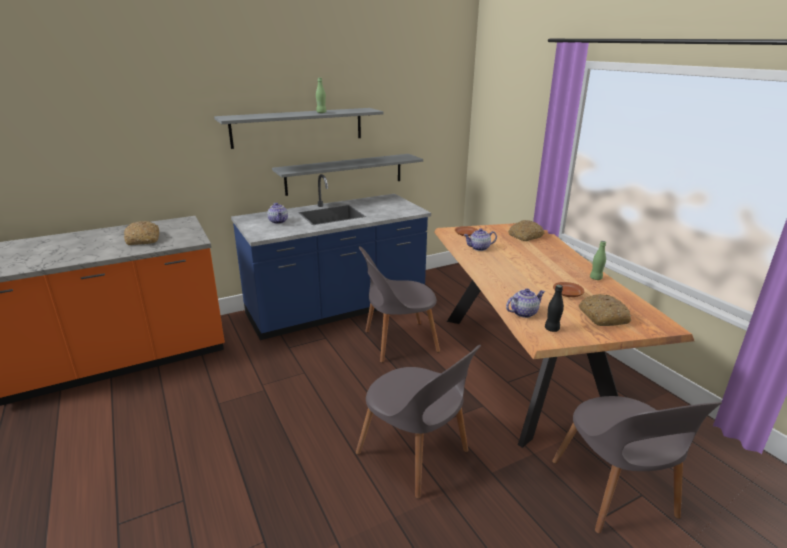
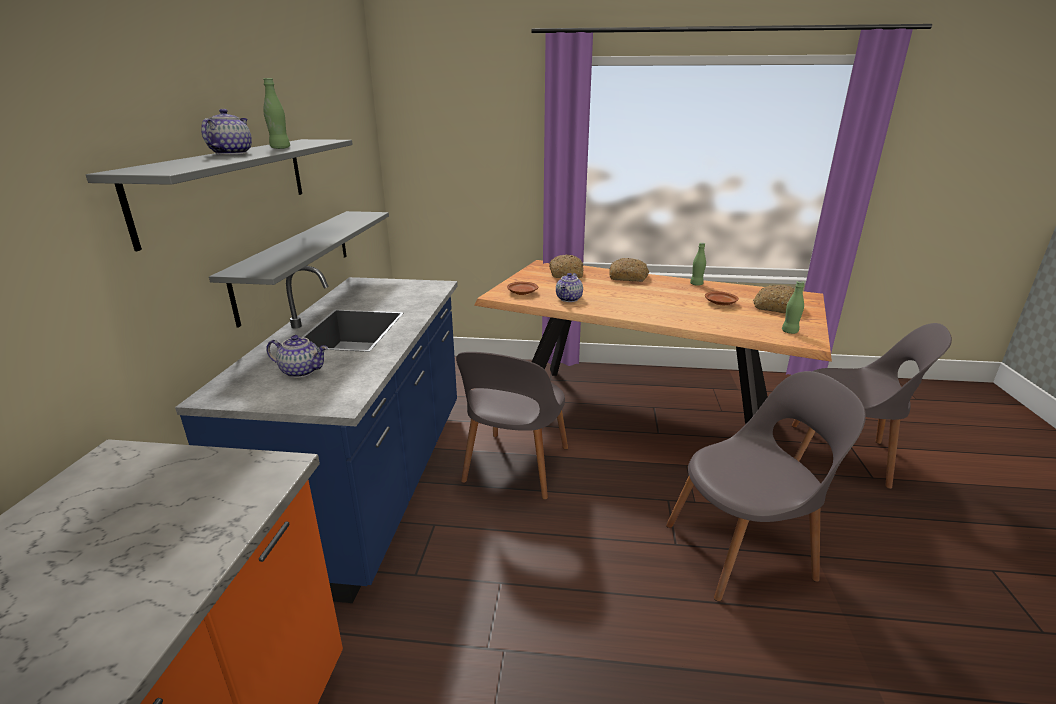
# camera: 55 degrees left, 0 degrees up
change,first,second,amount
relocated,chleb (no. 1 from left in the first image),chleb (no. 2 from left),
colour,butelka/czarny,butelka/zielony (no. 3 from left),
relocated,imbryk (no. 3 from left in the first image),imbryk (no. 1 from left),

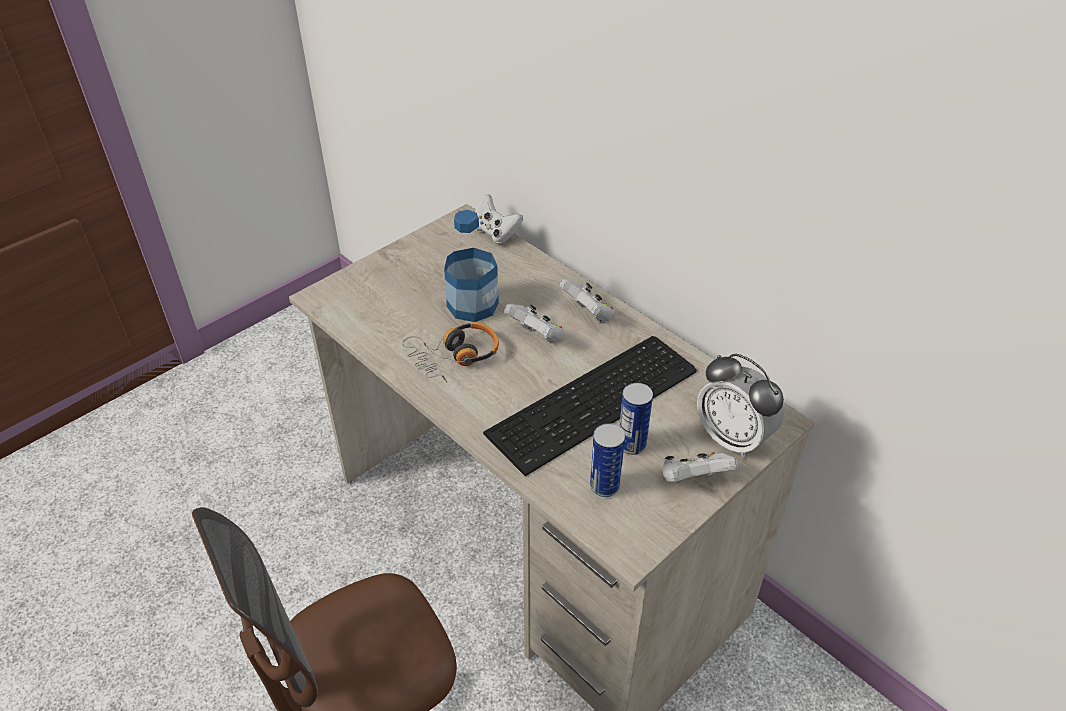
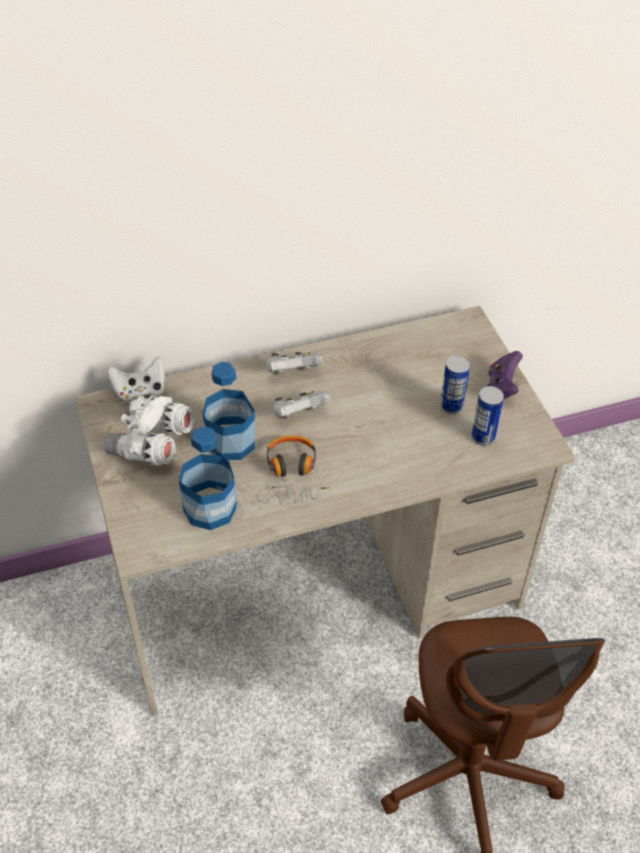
# camera: 65 degrees left, 5 degrees up
change,first,second,amount
missing,klawiatura,,
missing,budzik,,
colour,pad do gier/biały (no. 4 from left),pad do gier/fioletowy,
appeared,,lornetka/biały,
appeared,,butelka (no. 1 from left),

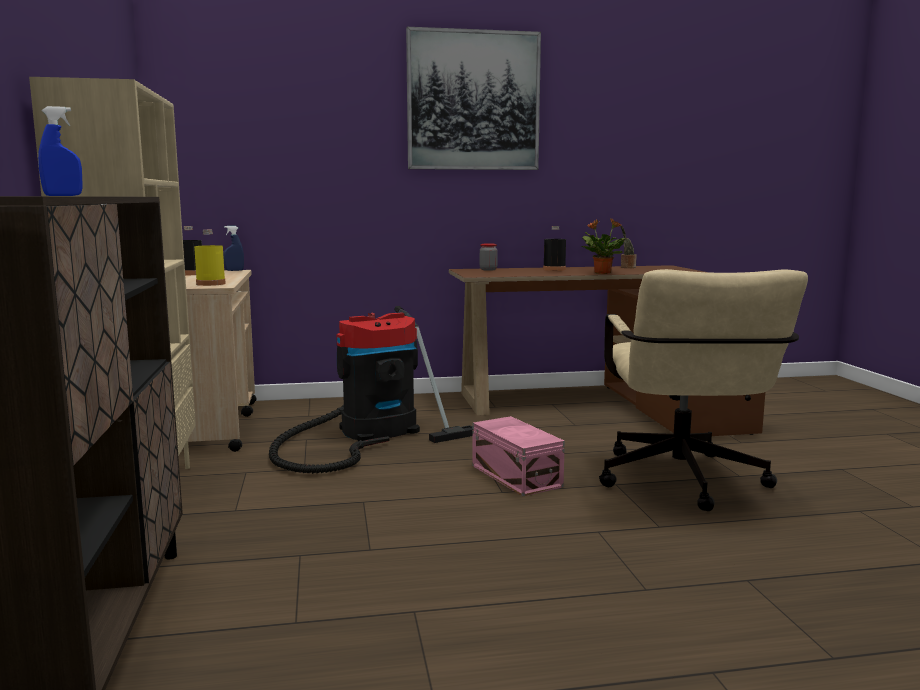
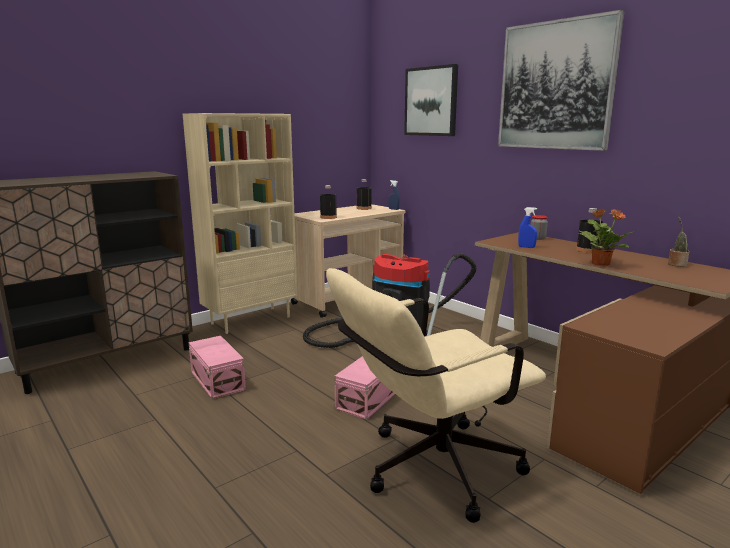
# camera: 60 degrees right, 5 degrees up
change,first,second,amount
relocated,spryskiwacz/niebieski (no. 1 from left in the first image),spryskiwacz/niebieski (no. 2 from left),
colour,butelka/żółty,butelka/czarny (no. 1 from left),
appeared,,obraz (no. 1 from left),
appeared,,pojemnik do przechowywania/różowy (no. 1 from left),

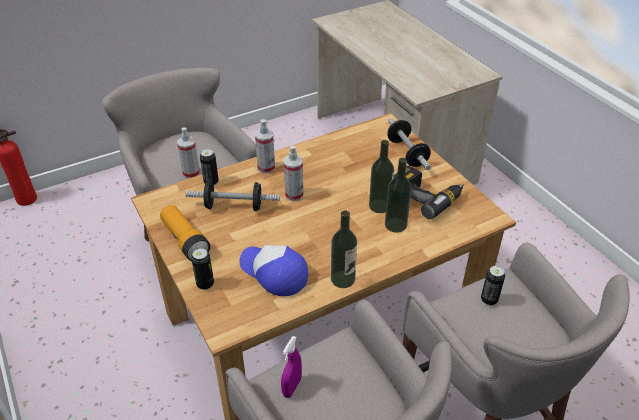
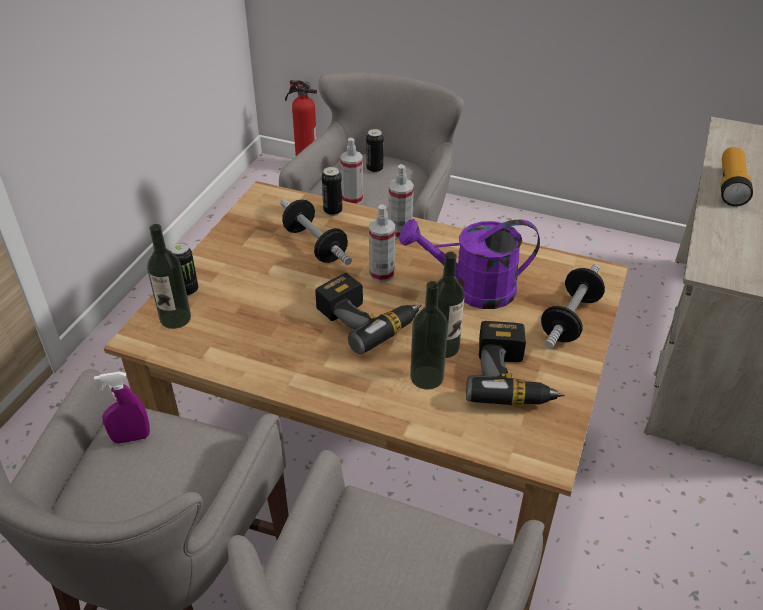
# camera: 50 degrees right, 0 degrees up
change,first,second,amount
relocated,latarka,,
relocated,butelka (no. 1 from left),,
missing,czapka z daszkiem,,
relocated,puszka (no. 3 from left),,
appeared,,konewka/fioletowy,
appeared,,wiertarka (no. 1 from left),

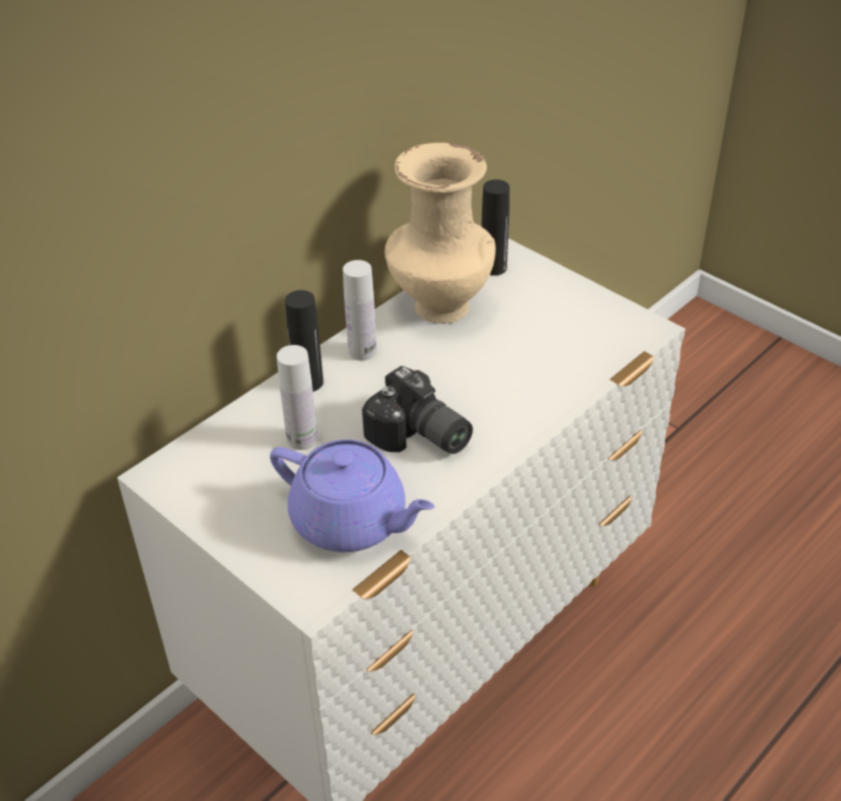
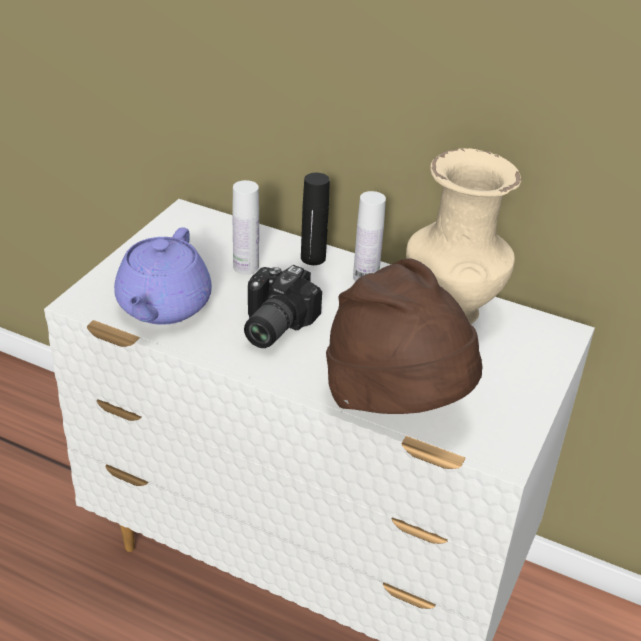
# camera: 70 degrees right, 5 degrees down
change,first,second,amount
missing,butelka/czarny (no. 2 from left),,
appeared,,kapelusz/brązowy,

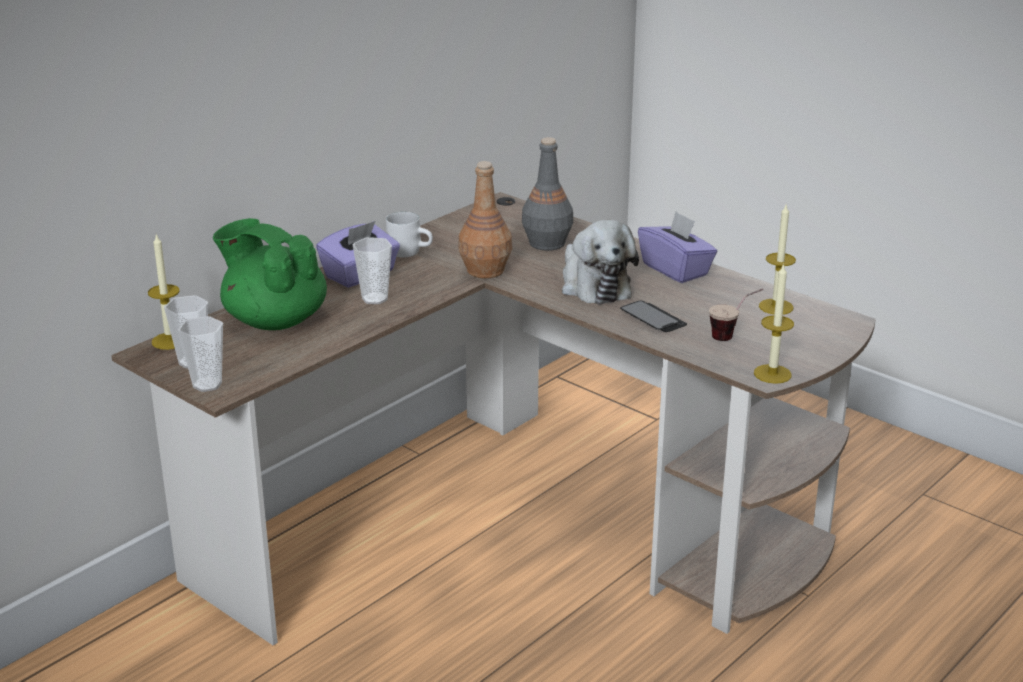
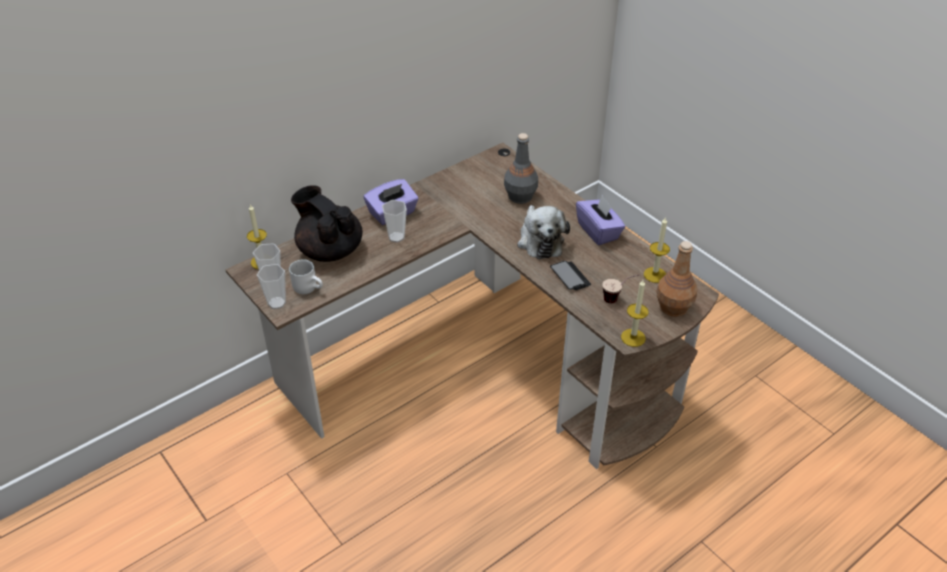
# camera: 10 degrees right, 15 degrees up
change,first,second,amount
relocated,butelka/brązowy,,
relocated,kubek/biały,,
colour,imbryk/zielony,imbryk/czarny,

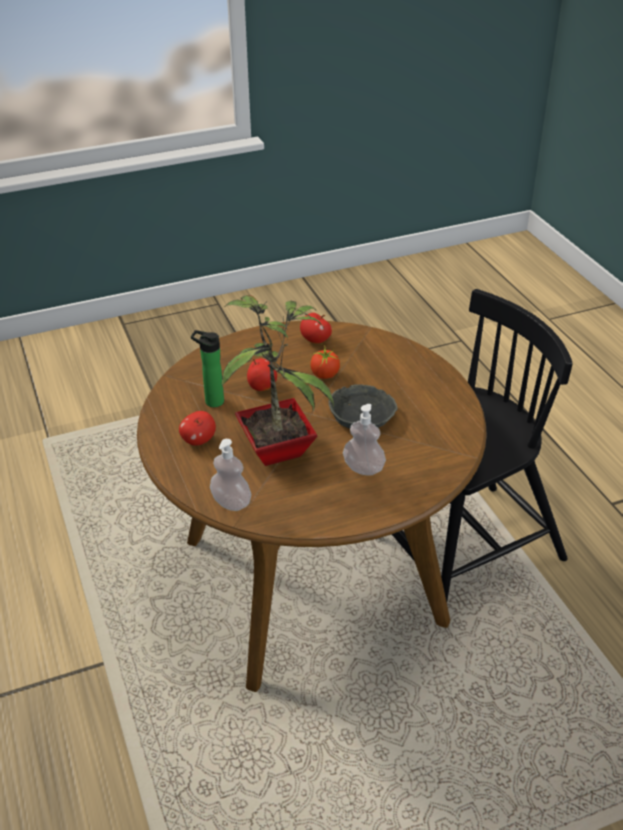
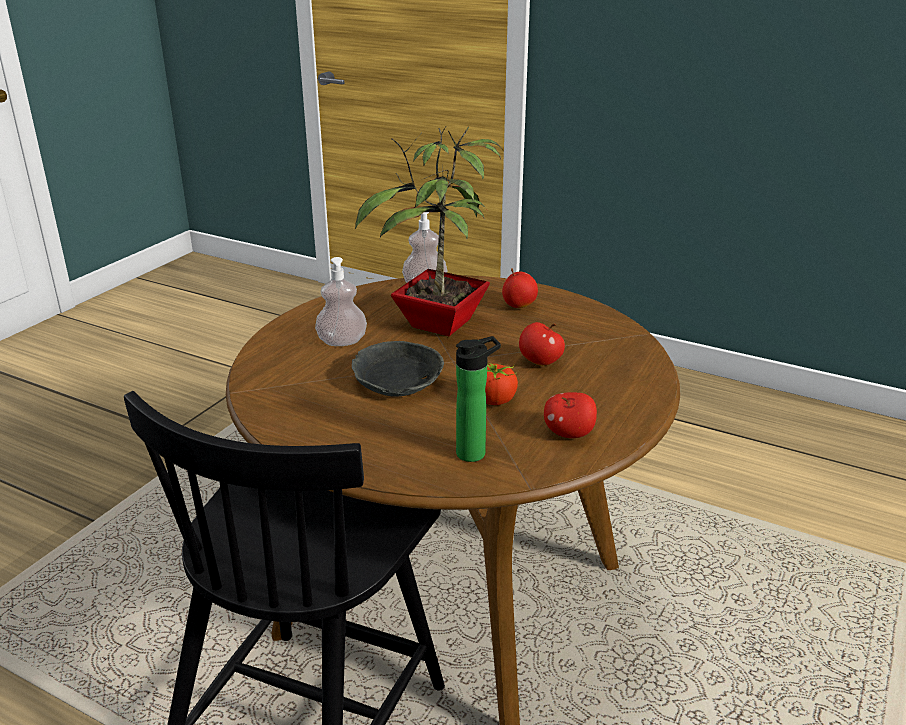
# camera: 140 degrees right, 10 degrees down
change,first,second,amount
relocated,butelka,,

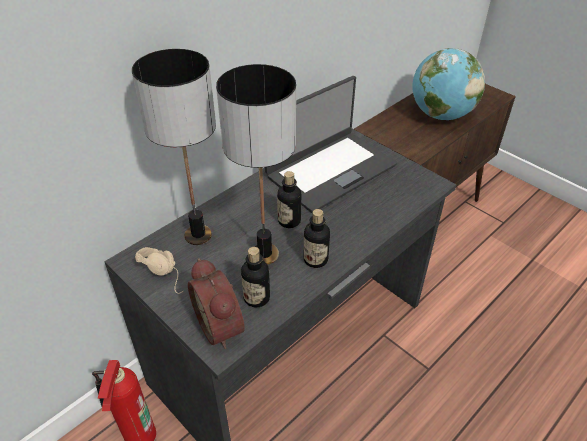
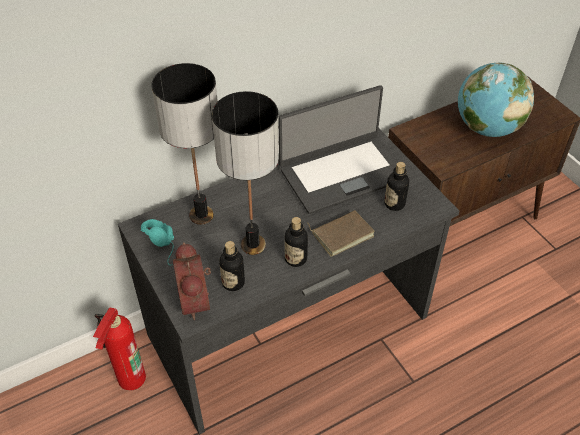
# camera: 15 degrees right, 5 degrees up
change,first,second,amount
relocated,butelka (no. 2 from left in the first image),butelka (no. 3 from left),
colour,słuchawki/beżowy,słuchawki/turkusowy,
appeared,,książka/brązowy,

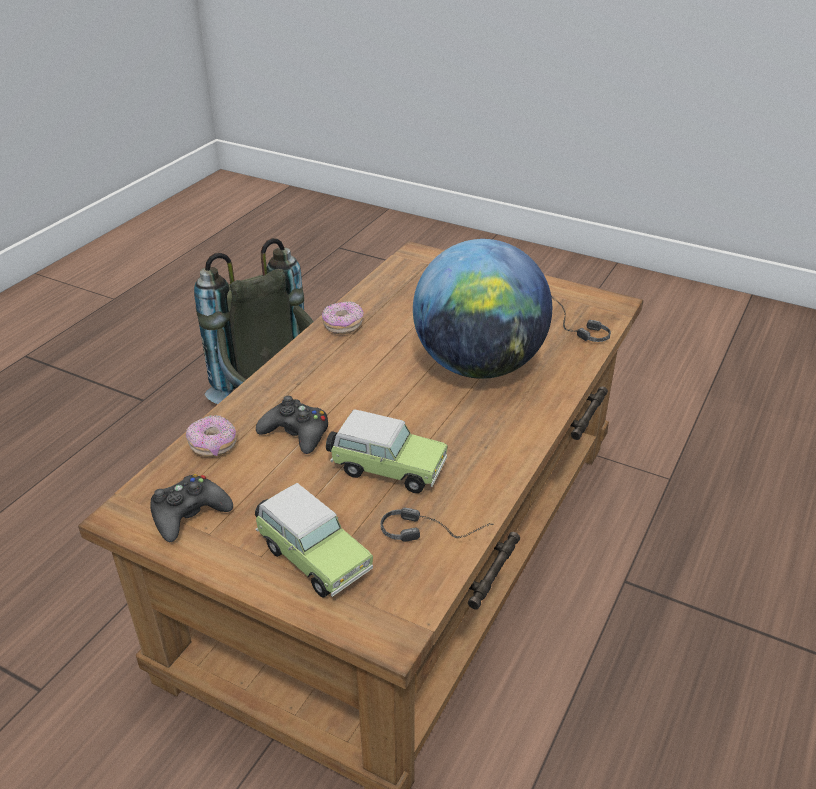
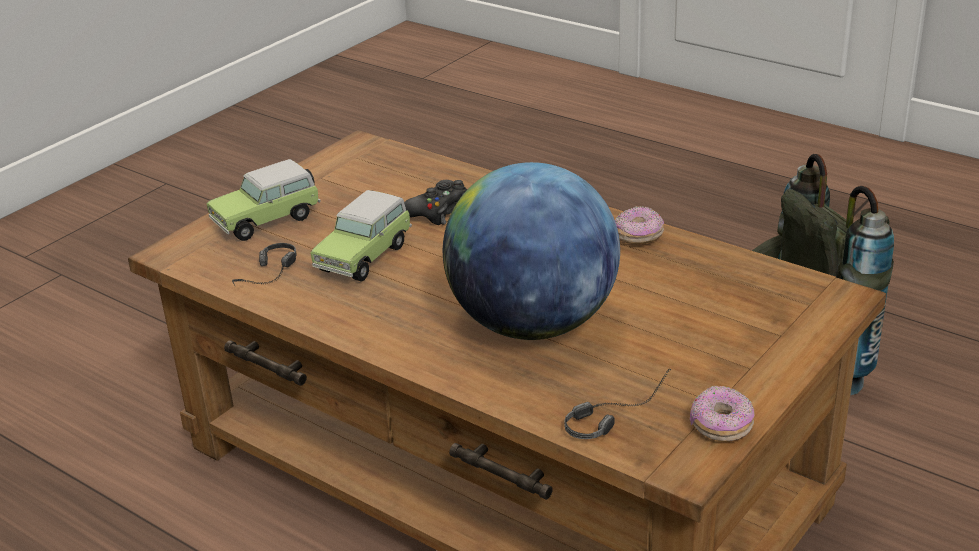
# camera: 100 degrees right, 5 degrees down
change,first,second,amount
relocated,donut (no. 1 from left in the first image),donut (no. 2 from left),
missing,pad do gier/czarny (no. 1 from left),,

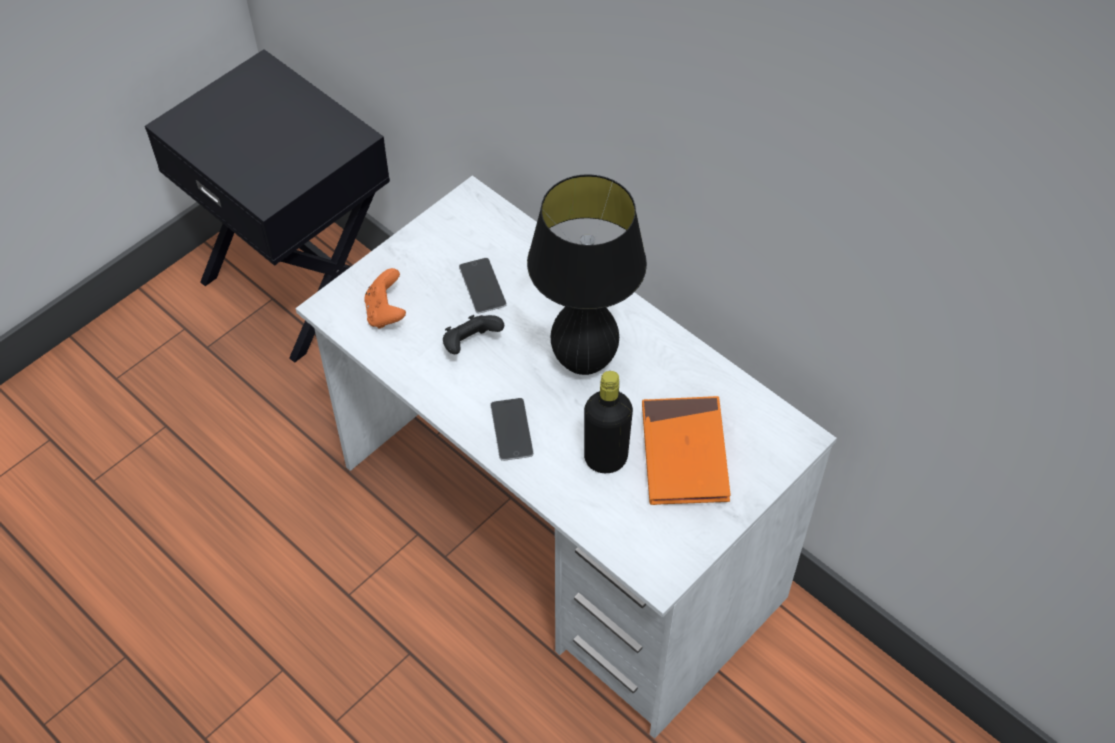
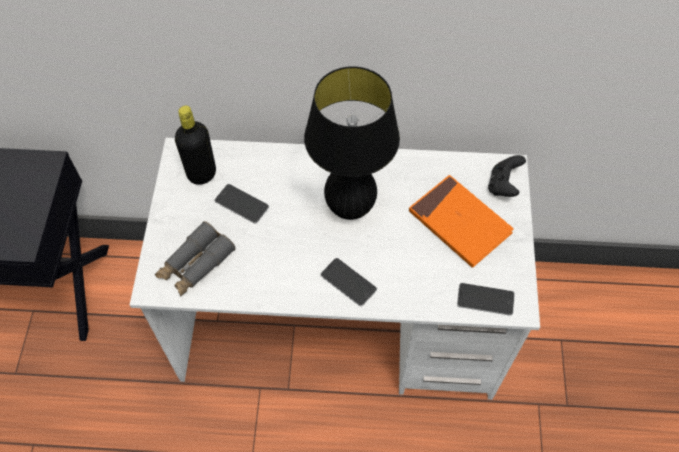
# camera: 40 degrees left, 5 degrees up
change,first,second,amount
exchanged,pad do gier/pomarańczowy,lornetka/szary,
relocated,pad do gier/czarny,,
relocated,butelka/czarny,,
appeared,,telefon (no. 3 from left),

